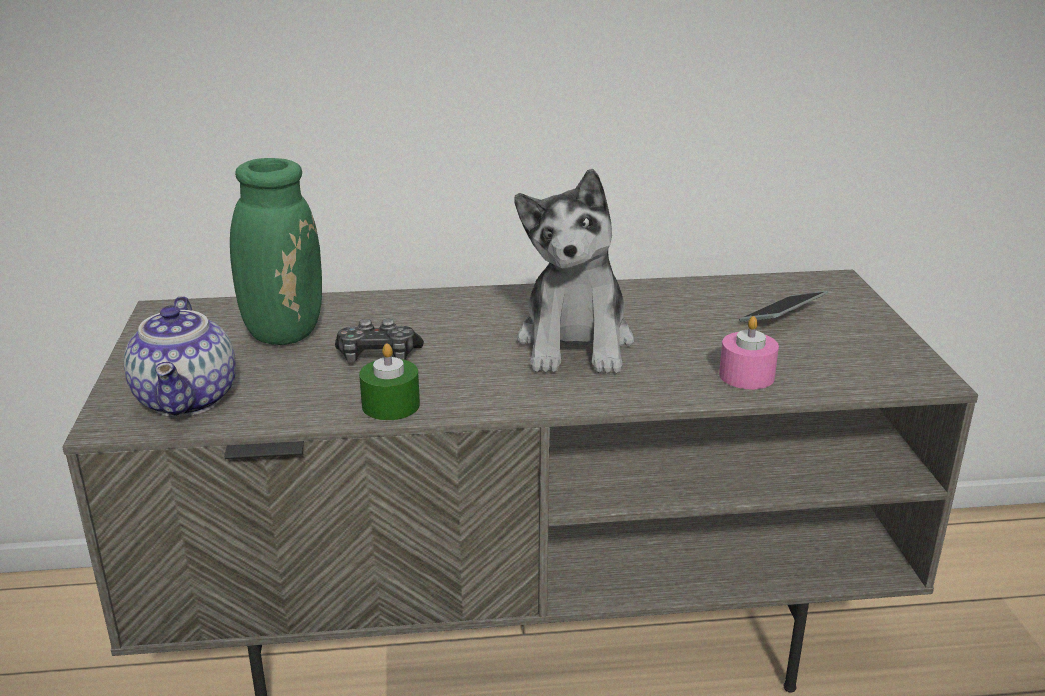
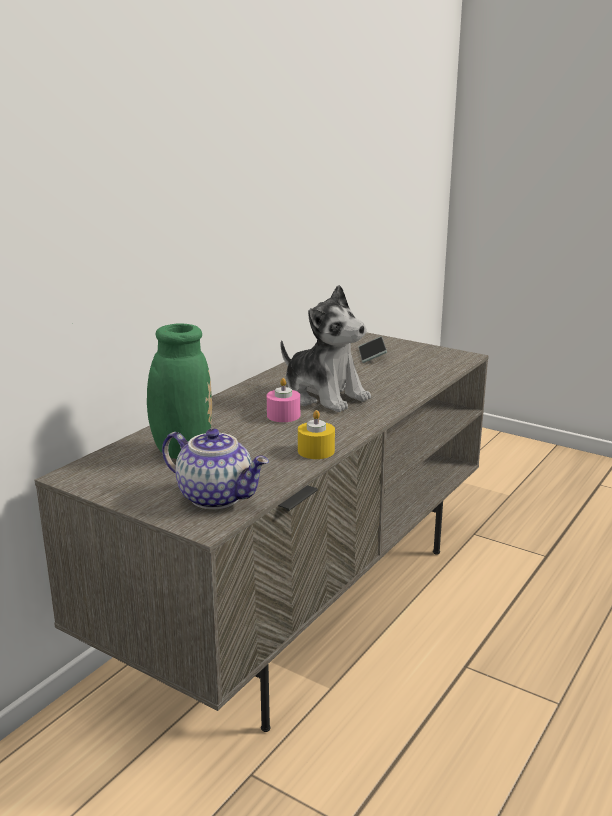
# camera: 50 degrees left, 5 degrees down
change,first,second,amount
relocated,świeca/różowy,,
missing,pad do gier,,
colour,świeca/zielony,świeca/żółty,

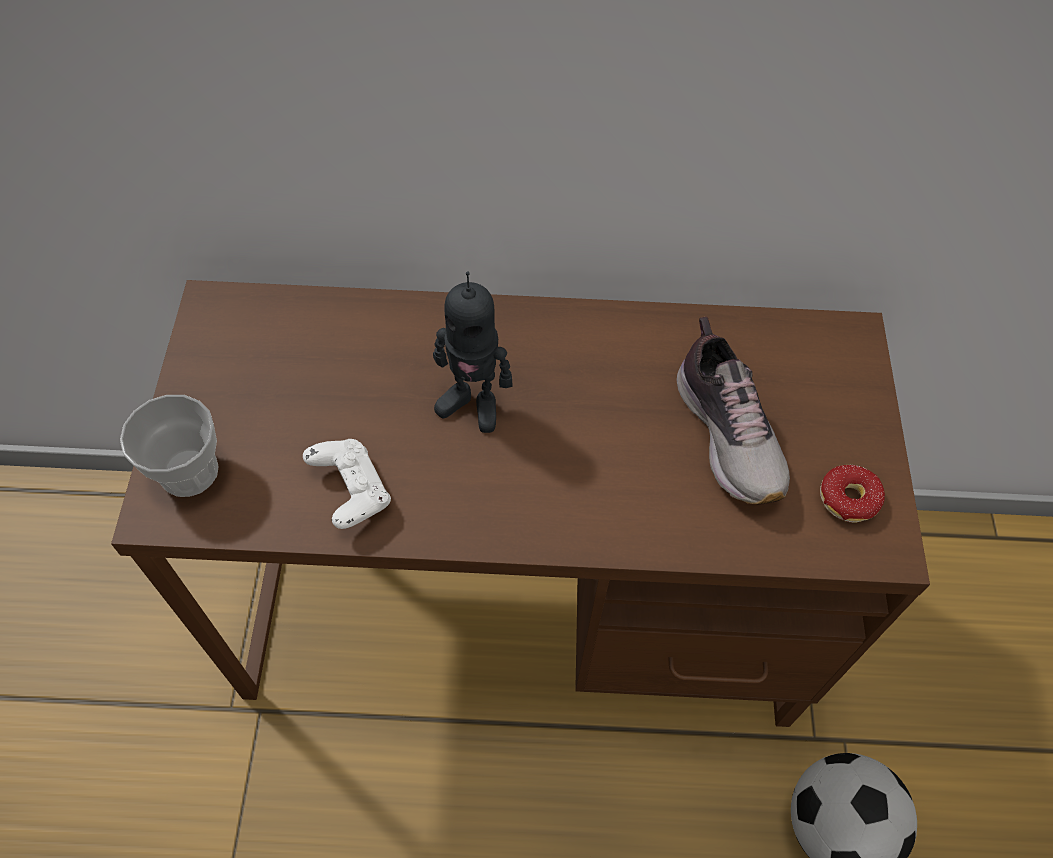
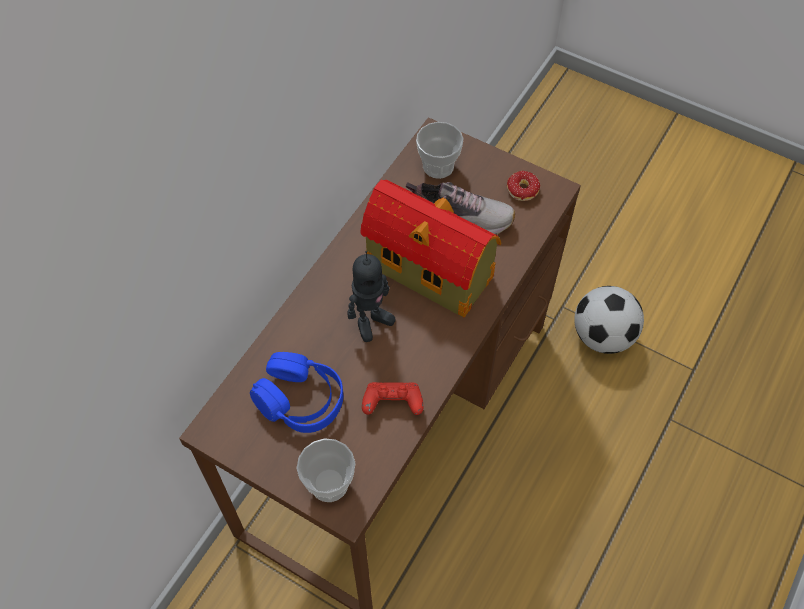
# camera: 60 degrees left, 0 degrees up
change,first,second,amount
colour,pad do gier/biały,pad do gier/czerwony,
appeared,,filiżanka (no. 2 from left),
appeared,,domek,
appeared,,słuchawki/niebieski,

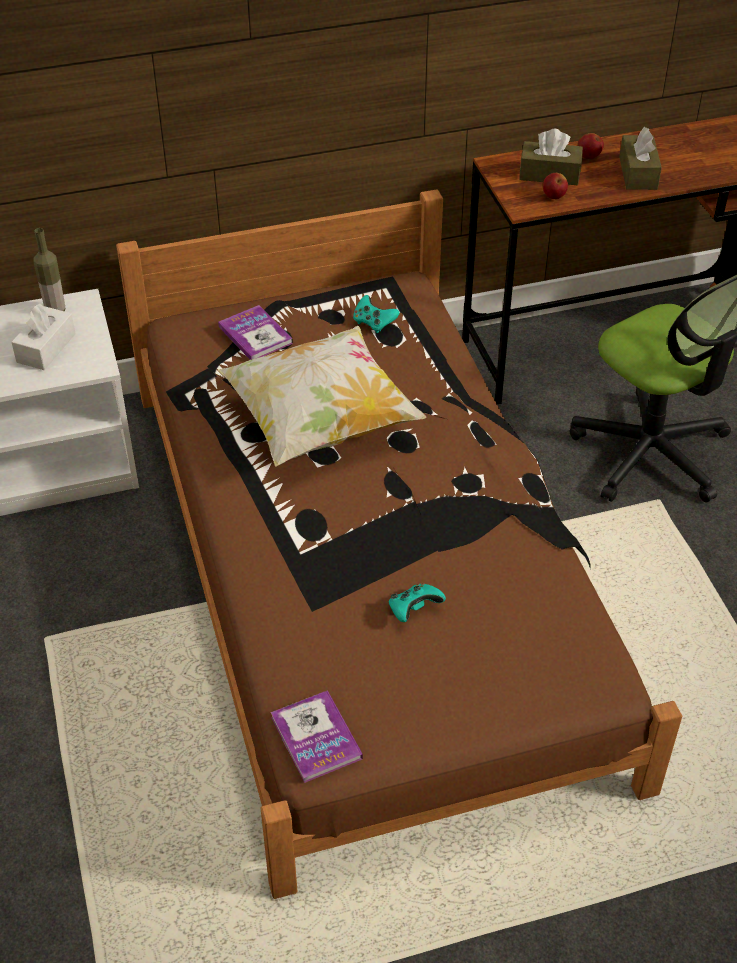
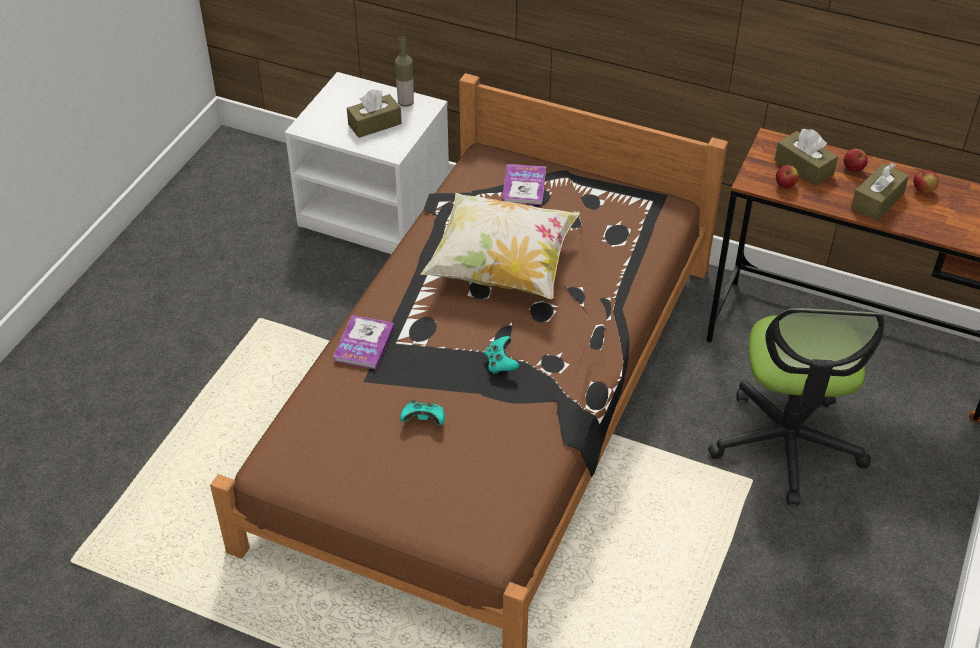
# camera: 40 degrees right, 0 degrees up
change,first,second,amount
relocated,pad do gier/turkusowy (no. 1 from left in the first image),pad do gier/turkusowy (no. 2 from left),
colour,pudełko chusteczek/biały,pudełko chusteczek/brązowy (no. 1 from left),
relocated,książka (no. 2 from left in the first image),książka (no. 1 from left),
appeared,,jabłko (no. 3 from left),

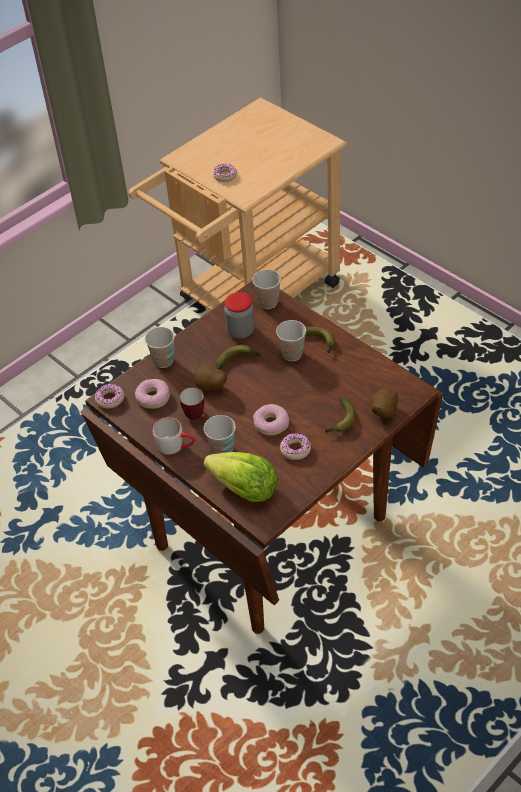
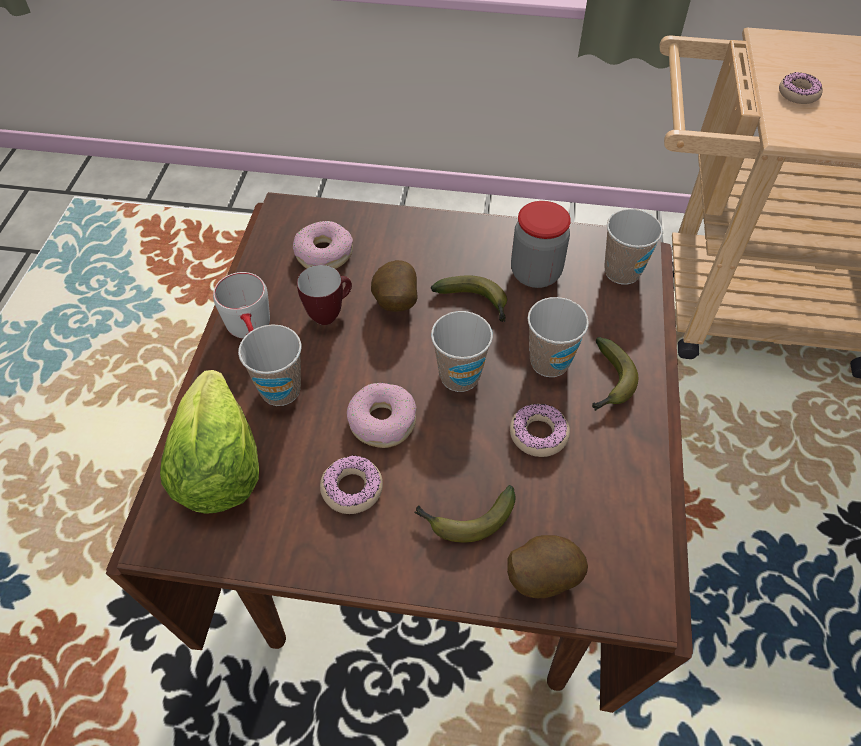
# camera: 50 degrees right, 5 degrees up
change,first,second,amount
relocated,filiżanka (no. 1 from left in the first image),filiżanka (no. 2 from left),
relocated,donut (no. 1 from left in the first image),donut (no. 4 from left),

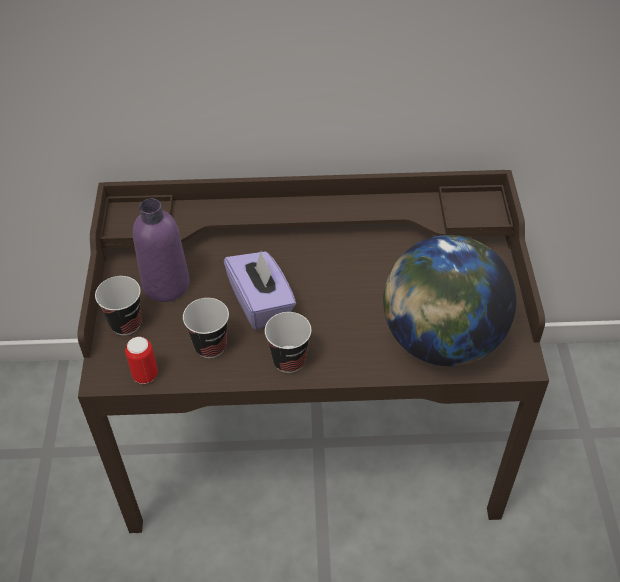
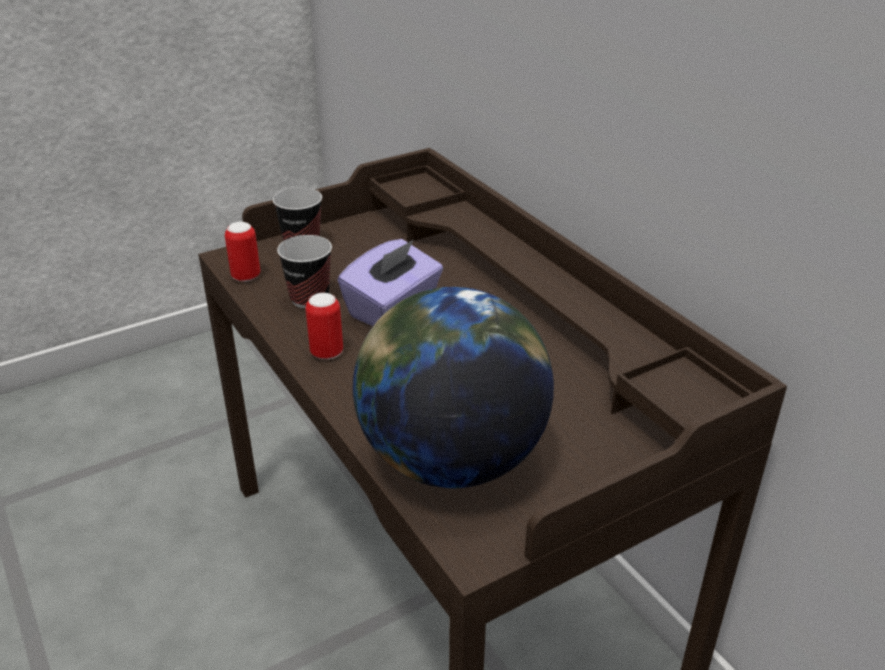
# camera: 60 degrees right, 15 degrees down
change,first,second,amount
missing,butelka/fioletowy,,
exchanged,filiżanka (no. 3 from left),puszka (no. 2 from left),

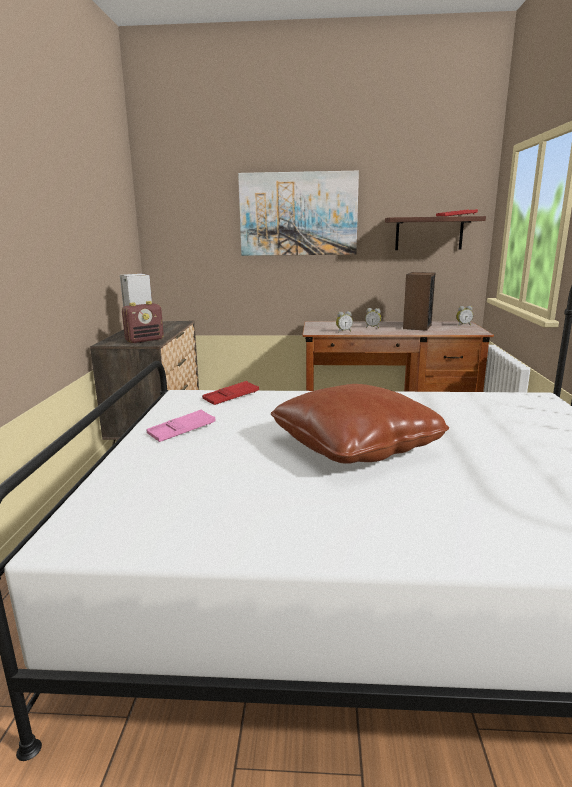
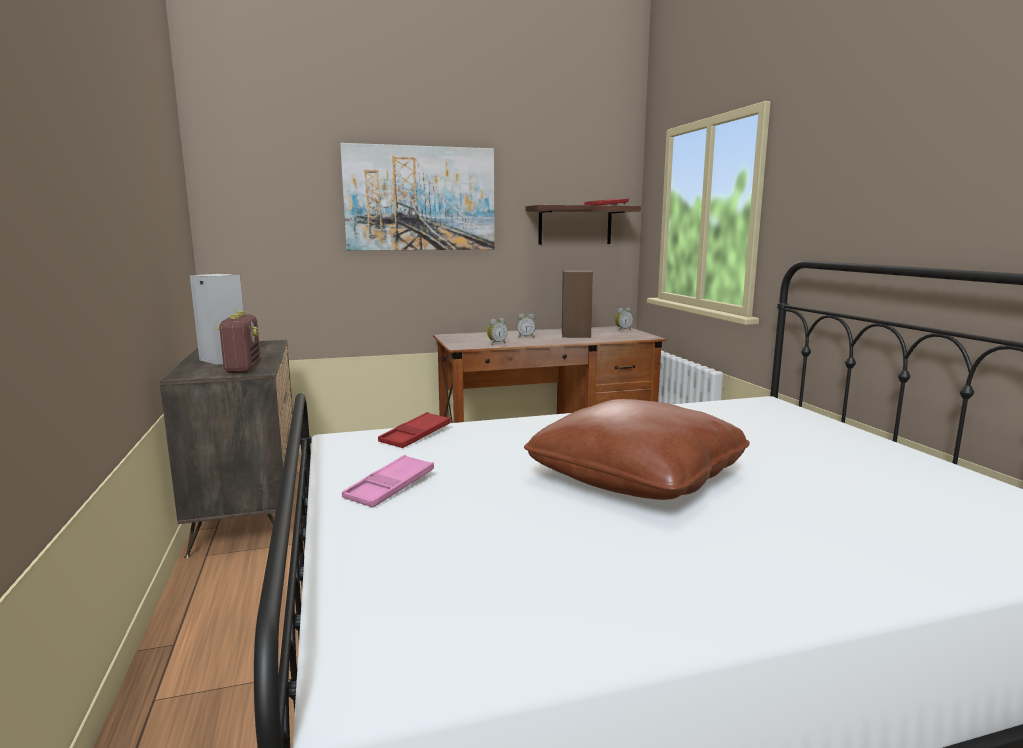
# camera: 20 degrees left, 5 degrees down
change,first,second,amount
spun,radio,,45 degrees counterclockwise

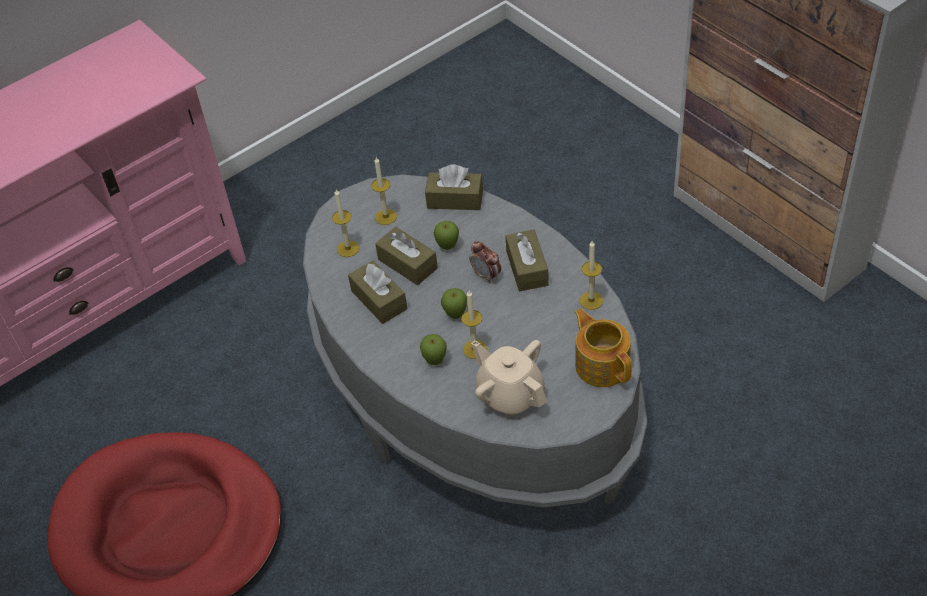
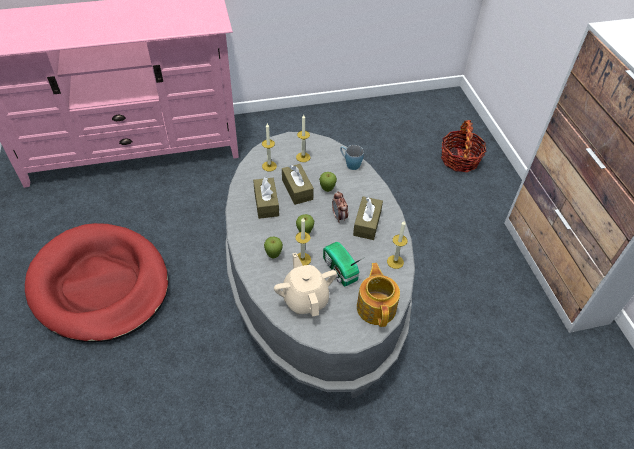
# camera: 20 degrees right, 0 degrees up
change,first,second,amount
exchanged,pudełko chusteczek/brązowy (no. 3 from left),kubek/niebieski,
appeared,,koszyk,
appeared,,radio,

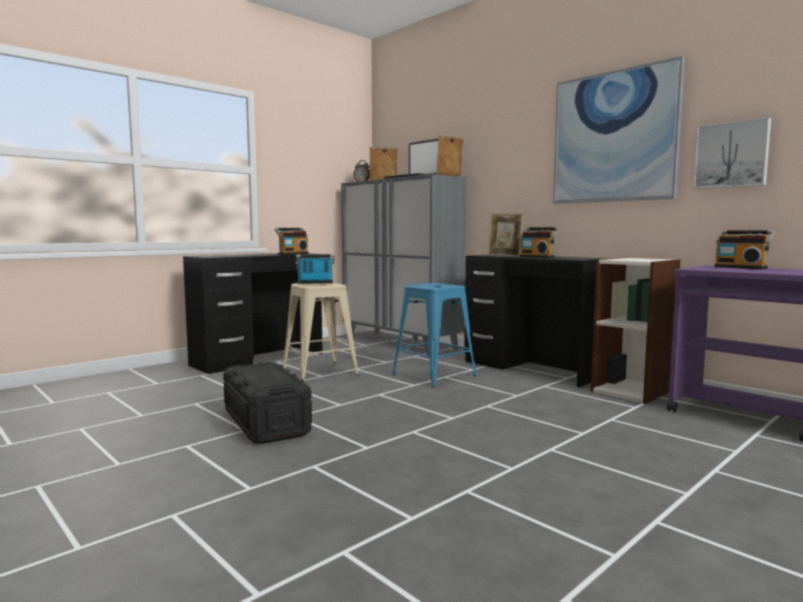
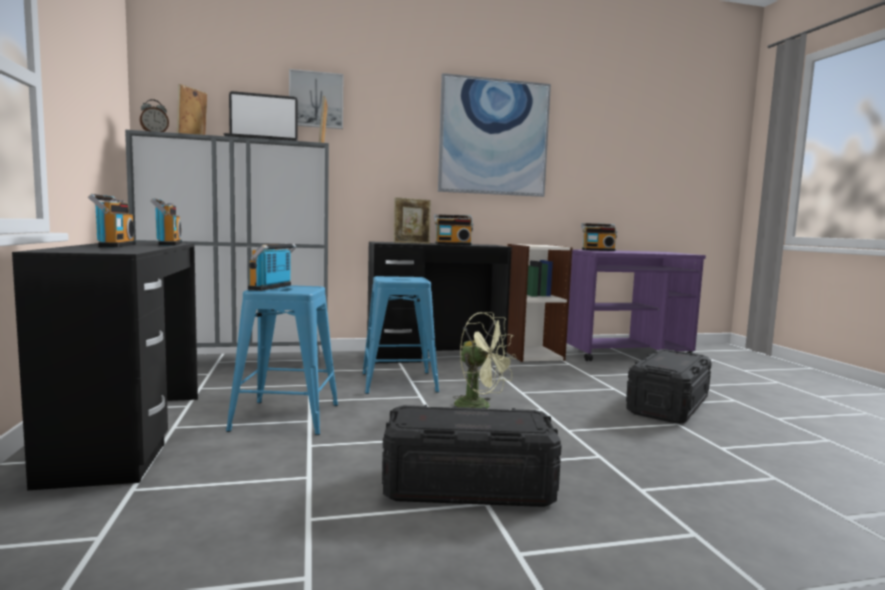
# camera: 60 degrees left, 0 degrees up
change,first,second,amount
relocated,obraz (no. 2 from left in the first image),obraz (no. 1 from left),
colour,stołek/beżowy,stołek/niebieski (no. 1 from left),
appeared,,radio (no. 1 from left),
appeared,,wentylator/zielony,
appeared,,pojemnik do przechowywania/czarny (no. 2 from left),

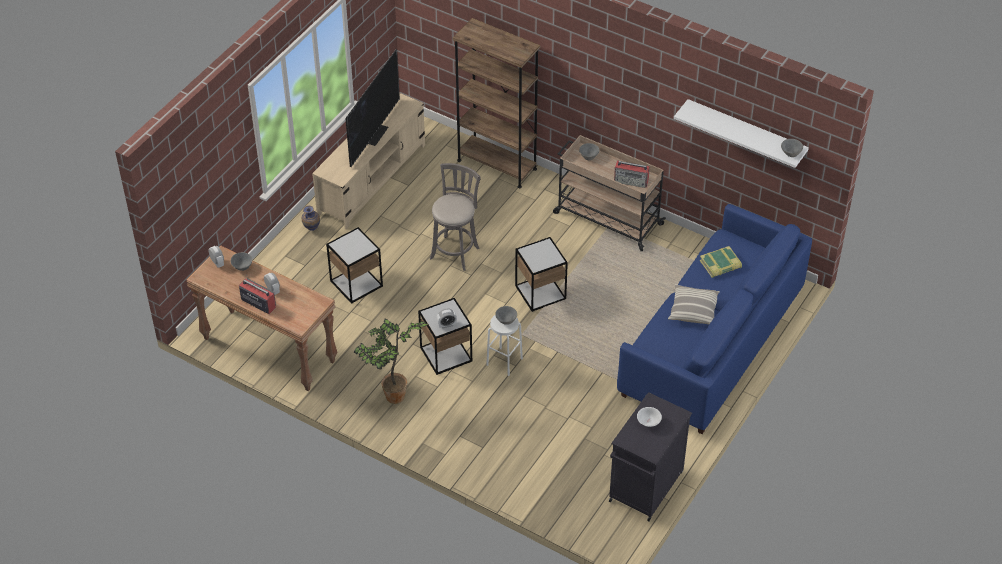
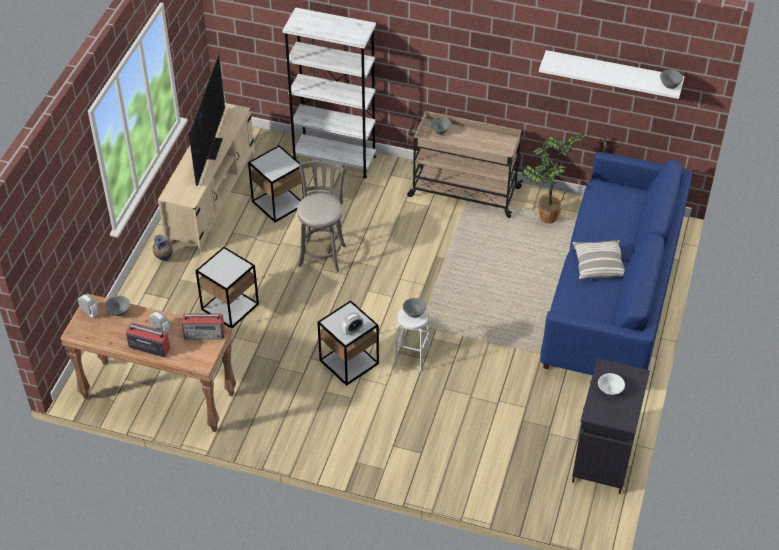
# camera: 15 degrees left, 0 degrees up
change,first,second,amount
colour,regał/brązowy,regał/biały,
relocated,radio (no. 2 from left),,
relocated,stolik (no. 3 from left in the first image),stolik (no. 2 from left),
missing,książka,,
relocated,roślina doniczkowa,,

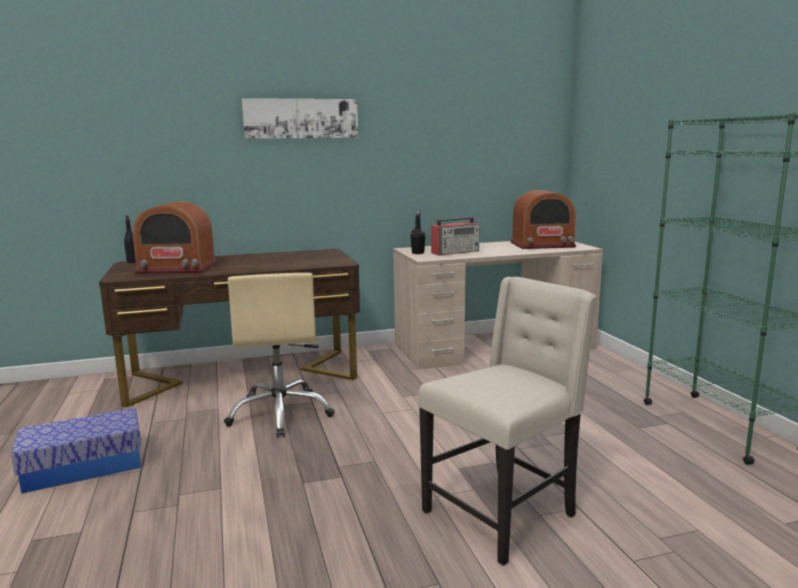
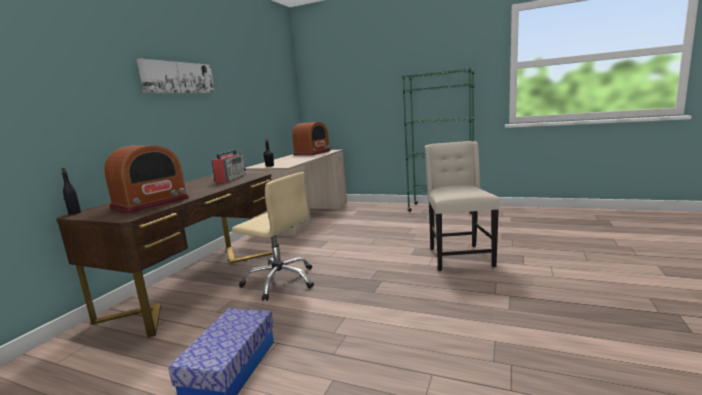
# camera: 50 degrees left, 0 degrees up
change,first,second,amount
relocated,radio (no. 2 from left),,

